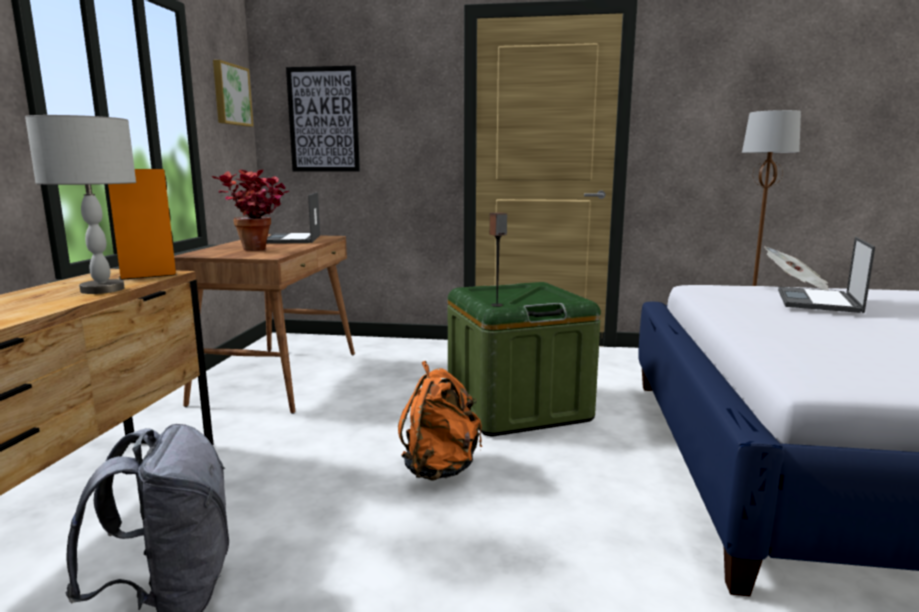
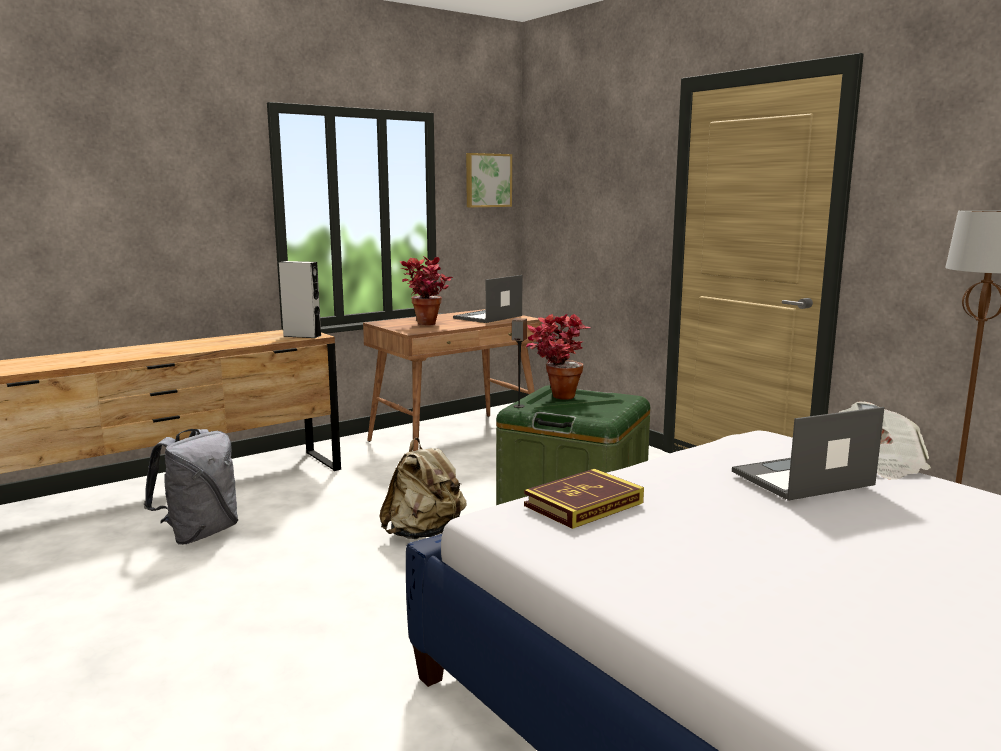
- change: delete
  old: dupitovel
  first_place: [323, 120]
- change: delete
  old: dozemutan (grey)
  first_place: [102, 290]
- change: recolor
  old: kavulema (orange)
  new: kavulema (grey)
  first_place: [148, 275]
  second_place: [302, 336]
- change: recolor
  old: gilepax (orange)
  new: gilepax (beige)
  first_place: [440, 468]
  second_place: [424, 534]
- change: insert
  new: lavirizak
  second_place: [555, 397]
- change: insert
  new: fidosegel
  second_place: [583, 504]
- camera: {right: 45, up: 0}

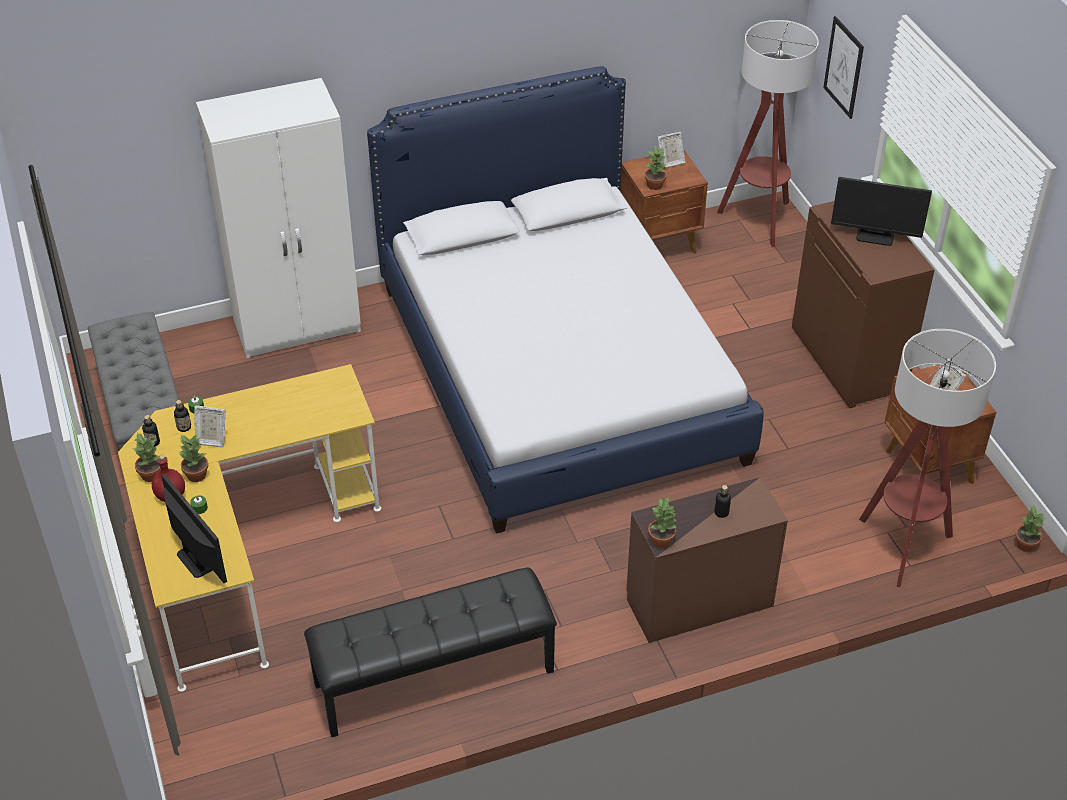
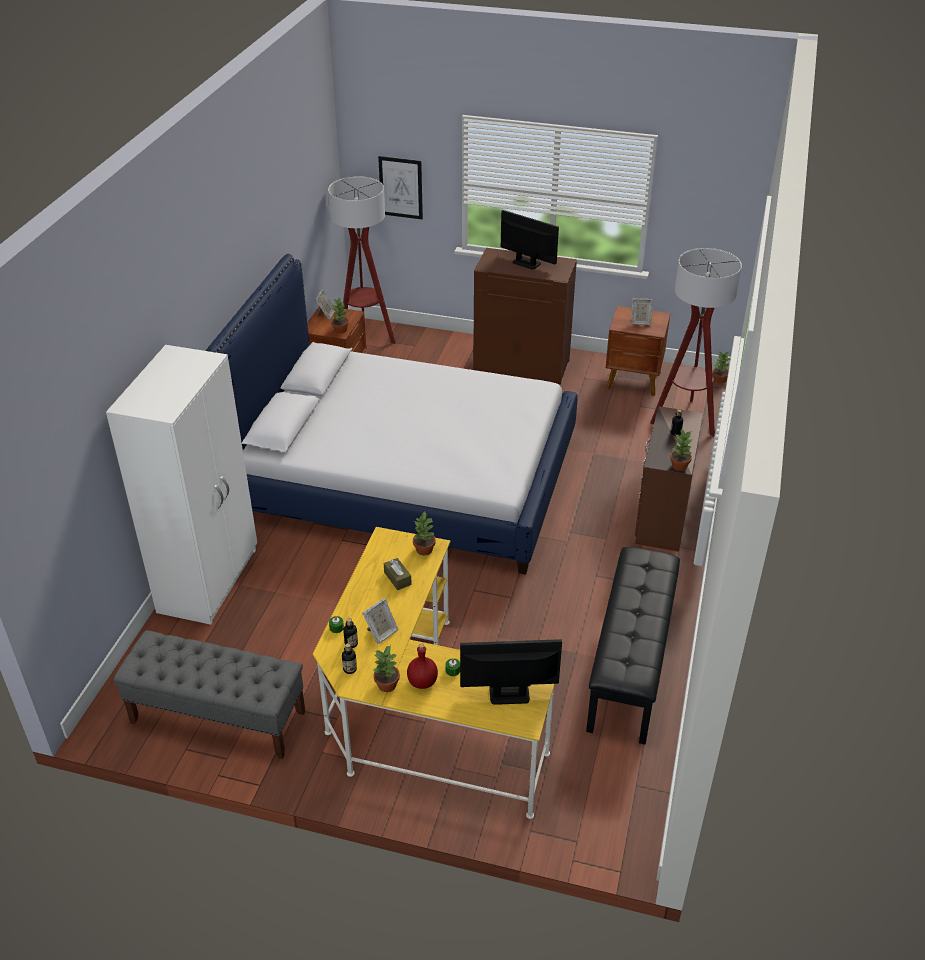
- change: rotate
  old: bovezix
  first_place: [875, 236]
  second_place: [526, 263]
  degrees: -105
- change: move
  old: lavirizak
  first_place: [196, 475]
  second_place: [424, 550]
- change: insert
  new: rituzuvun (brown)
  second_place: [397, 578]
- camera: {right: -55, up: -5}

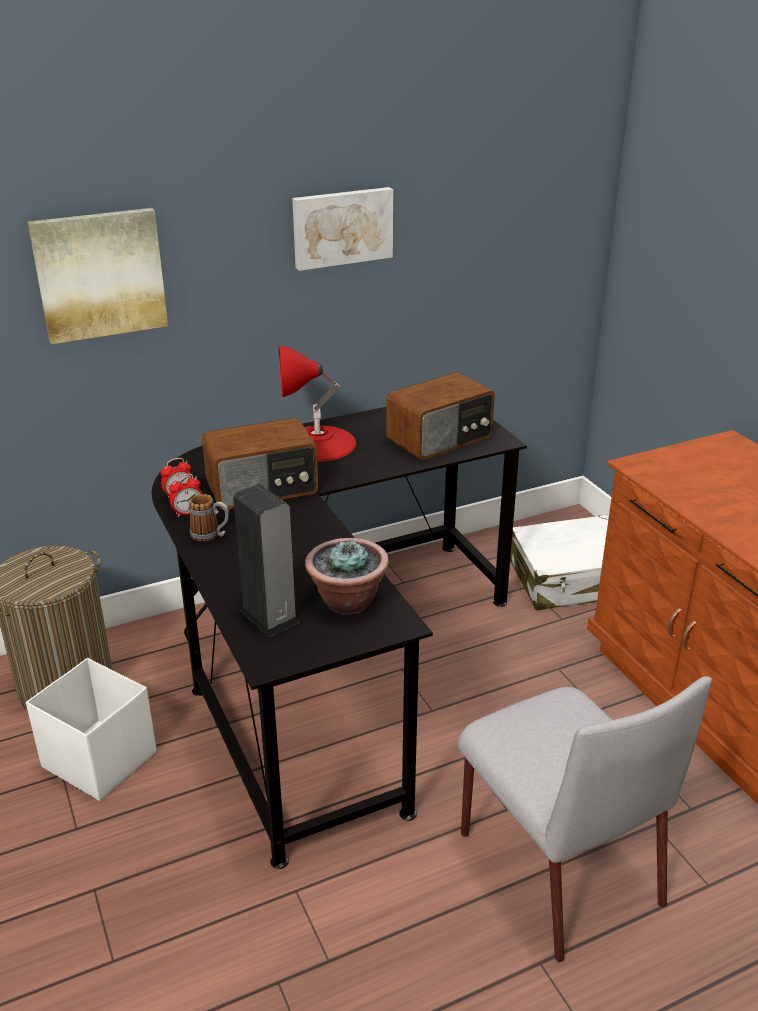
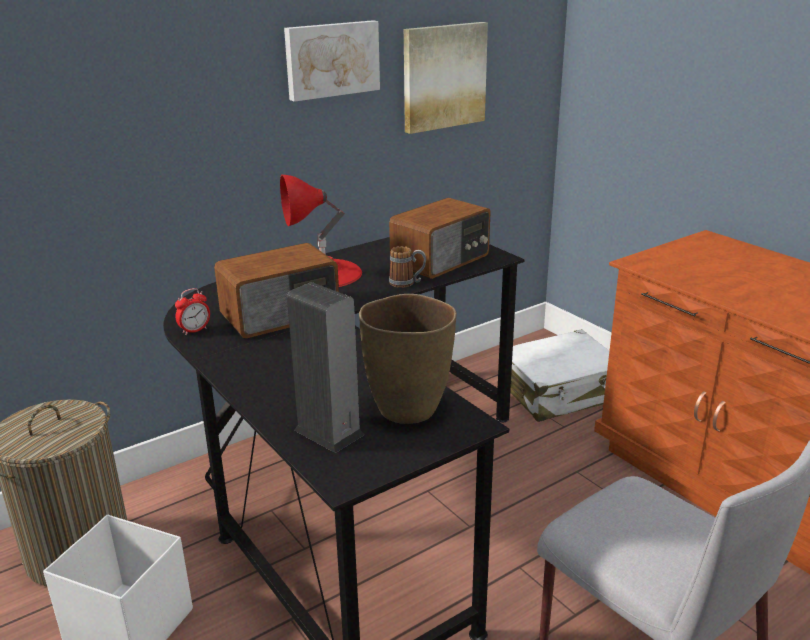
- change: move
  old: dupitovel
  first_place: [100, 274]
  second_place: [443, 76]
- change: delete
  old: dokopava
  first_place: [188, 512]
- change: move
  old: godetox
  first_place: [211, 535]
  second_place: [407, 283]
- change: replace
  old: lavirizak
  new: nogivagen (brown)
  first_place: [347, 601]
  second_place: [407, 409]
- camera: {right: -10, up: -5}

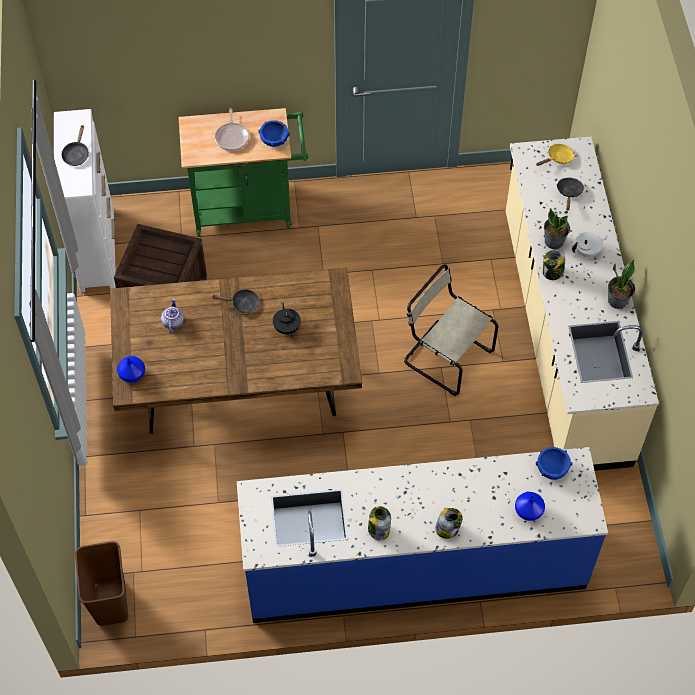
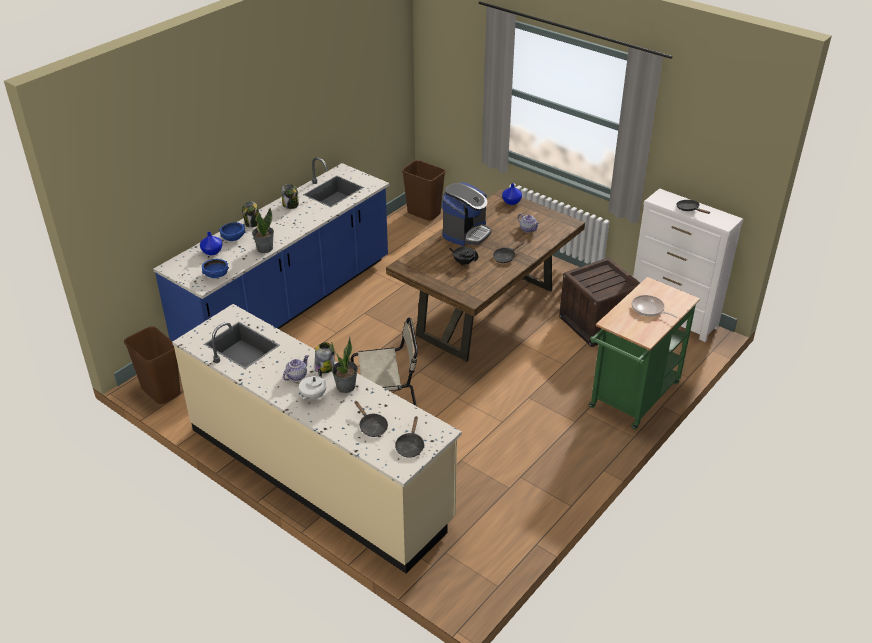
- change: move
  old: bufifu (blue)
  first_place: [274, 139]
  second_place: [233, 238]
- change: recolor
  old: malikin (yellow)
  new: malikin (black)
  first_place: [558, 158]
  second_place: [410, 446]
- change: move
  old: lavirizak
  first_place: [617, 301]
  second_place: [264, 248]
- change: insert
  new: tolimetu
  second_place: [466, 233]
- change: insert
  new: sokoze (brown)
  second_place: [162, 391]
- change: insert
  new: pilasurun
  second_place: [296, 375]
- camera: {right: 135, up: -20}

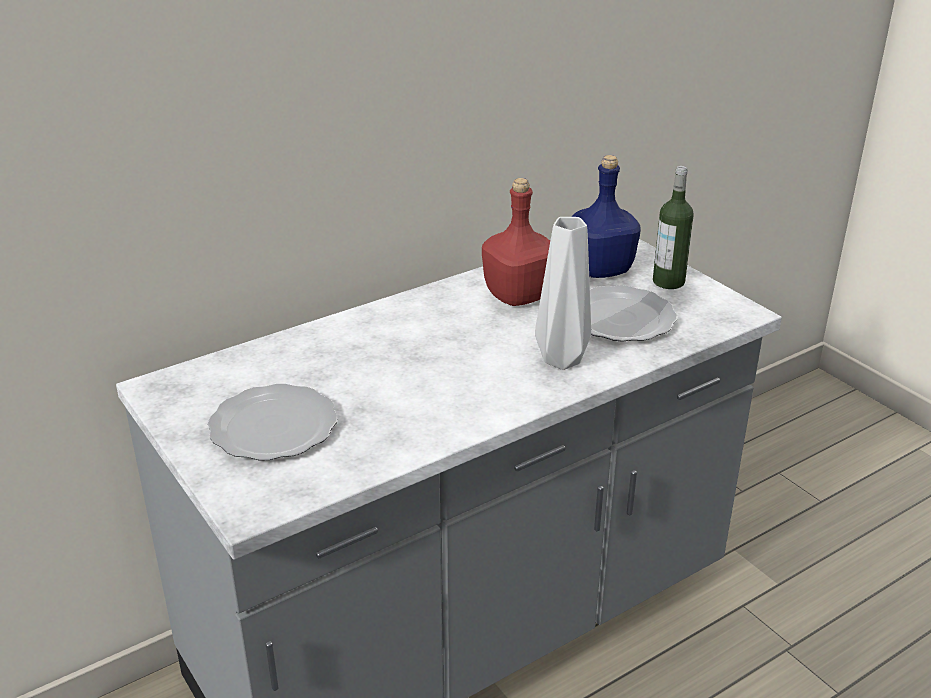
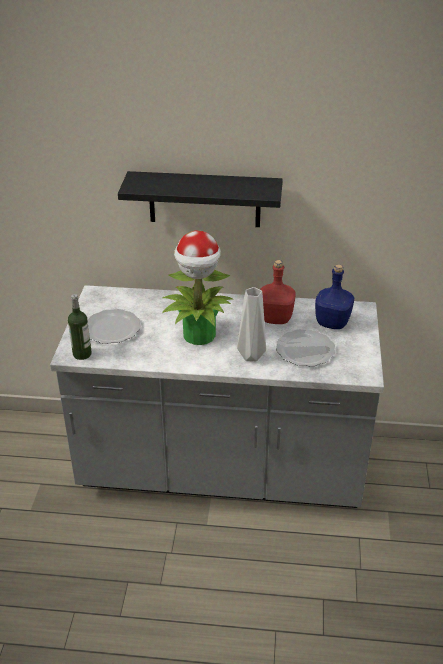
- change: move
  old: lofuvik
  first_place: [668, 282]
  second_place: [82, 354]
- change: insert
  new: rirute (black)
  second_place: [204, 199]
- change: insert
  new: lavirizak
  second_place: [199, 335]
- camera: {right: 40, up: 5}

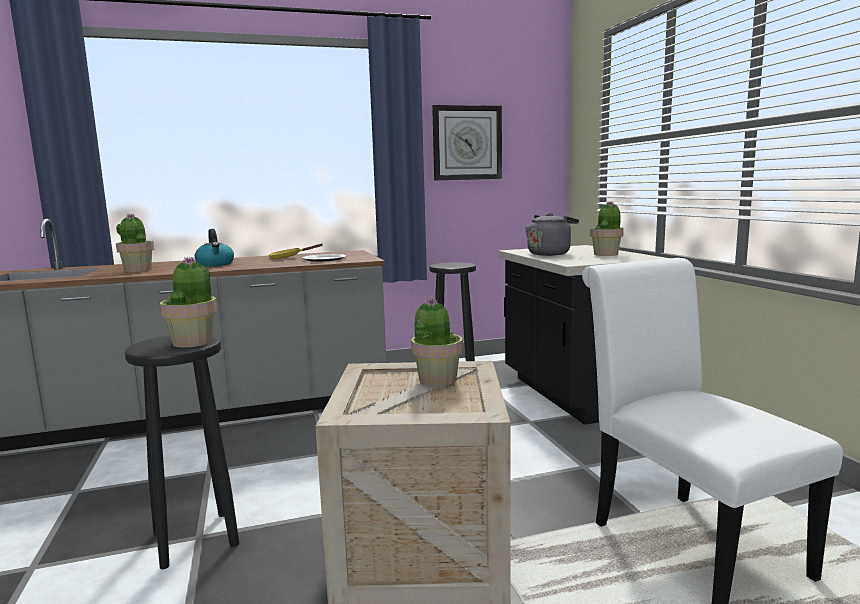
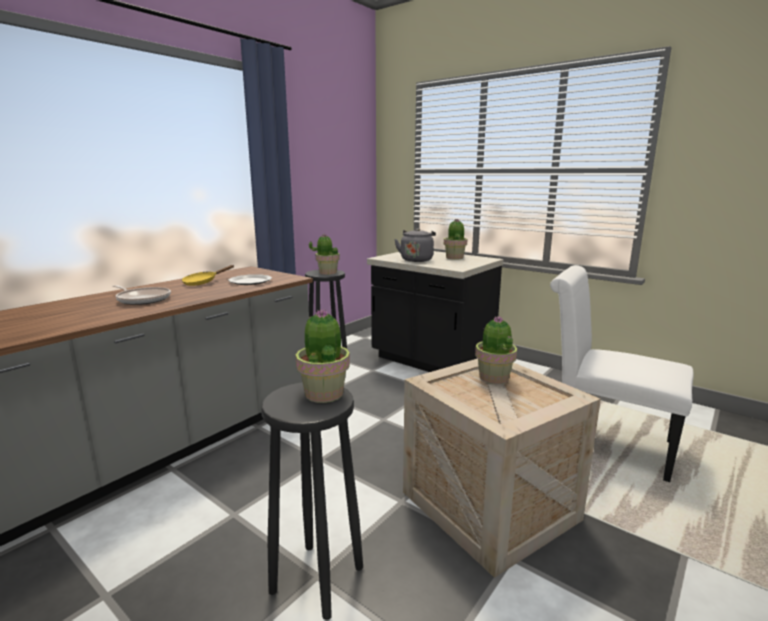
- change: delete
  old: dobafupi
  first_place: [467, 143]
- change: move
  old: lavirizak
  first_place: [138, 270]
  second_place: [327, 272]
- change: replace
  old: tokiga
  new: malikin
  first_place: [215, 264]
  second_place: [142, 299]
- camera: {right: -35, up: 5}

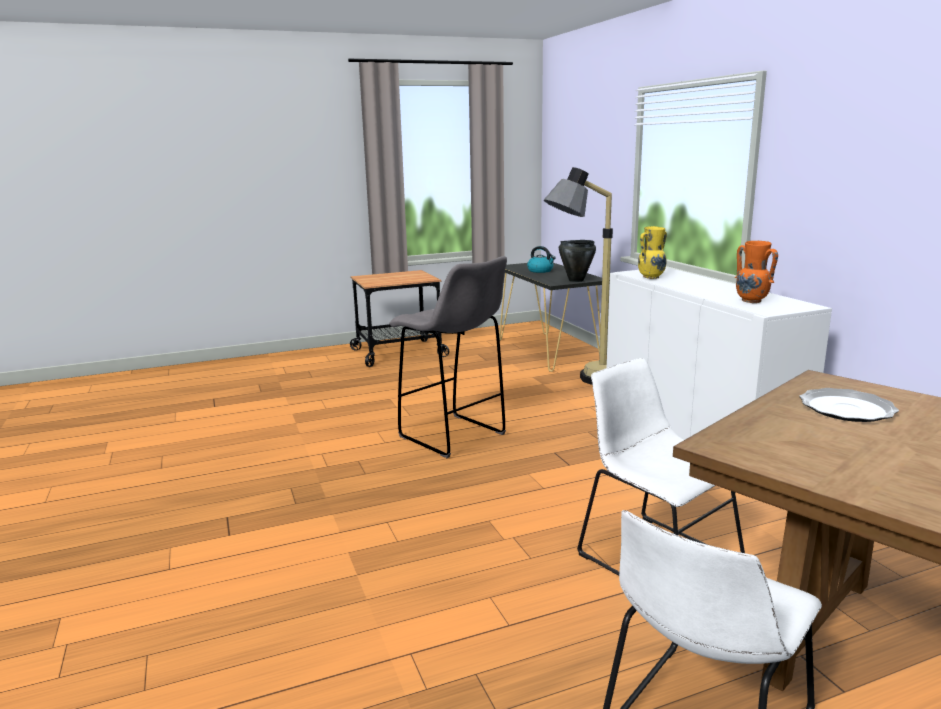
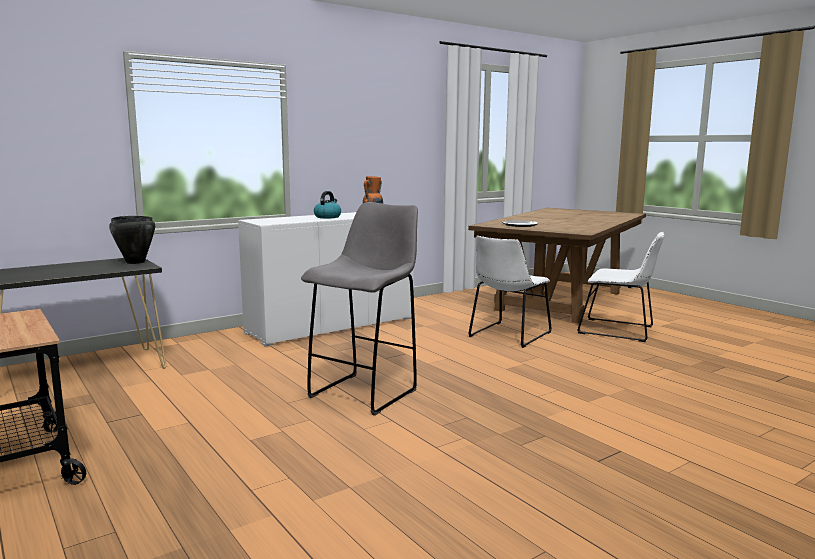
- change: delete
  old: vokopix
  first_place: [584, 381]
- change: delete
  old: nogivagen (yellow)
  first_place: [651, 277]
- change: move
  old: tokiga
  first_place: [540, 271]
  second_place: [327, 217]
- camera: {right: -105, up: -5}

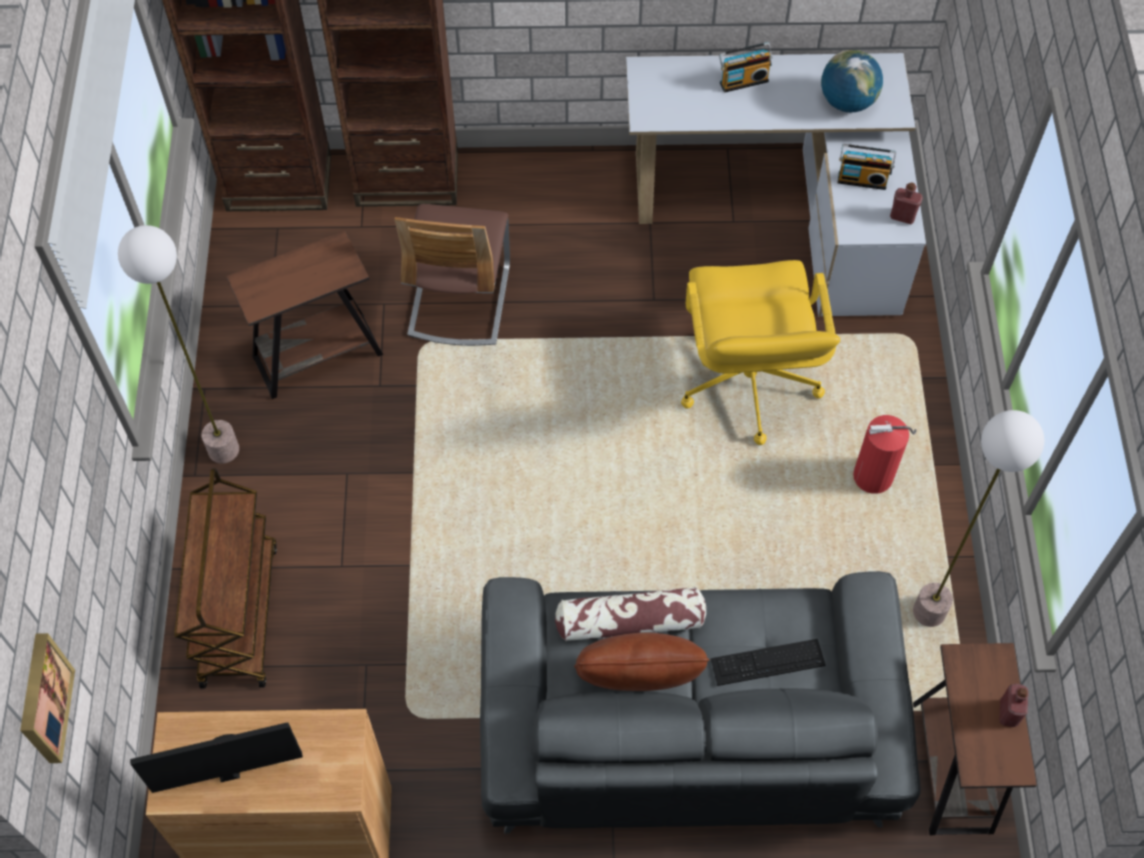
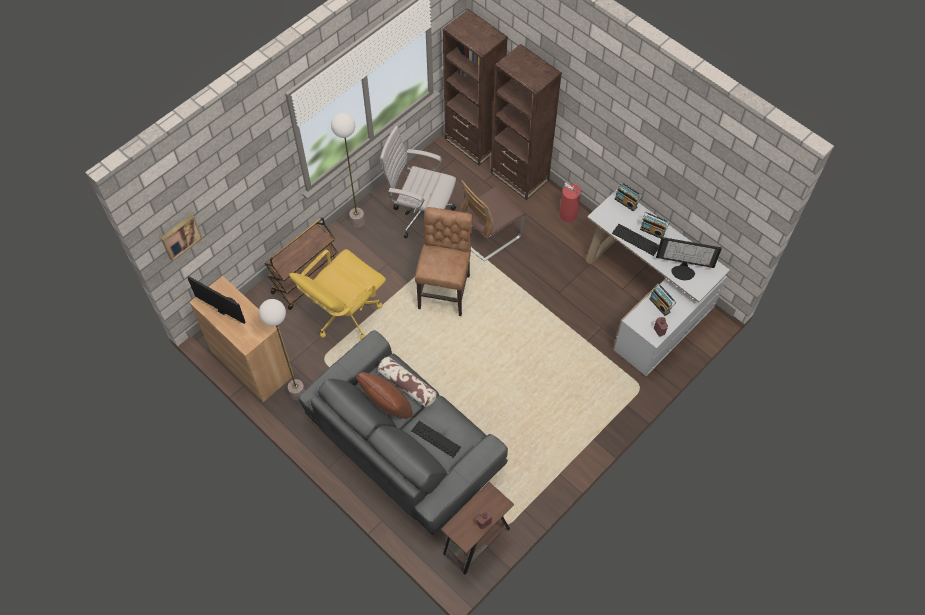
- change: replace
  old: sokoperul
  new: bovezix
  first_place: [847, 102]
  second_place: [683, 270]
- change: replace
  old: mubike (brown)
  new: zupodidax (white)
  first_place: [317, 356]
  second_place: [421, 215]
- change: move
  old: zupodidax (yellow)
  first_place: [747, 384]
  second_place: [344, 313]
- change: move
  old: vokopix
  first_place: [929, 612]
  second_place: [297, 393]
- change: move
  old: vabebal
  first_place: [875, 476]
  second_place: [569, 215]
- change: insert
  new: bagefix
  second_place: [626, 202]
- change: insert
  new: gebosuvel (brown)
  second_place: [445, 289]
- change: insert
  new: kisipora
  second_place: [635, 239]
- camera: {right: 45, up: 0}

